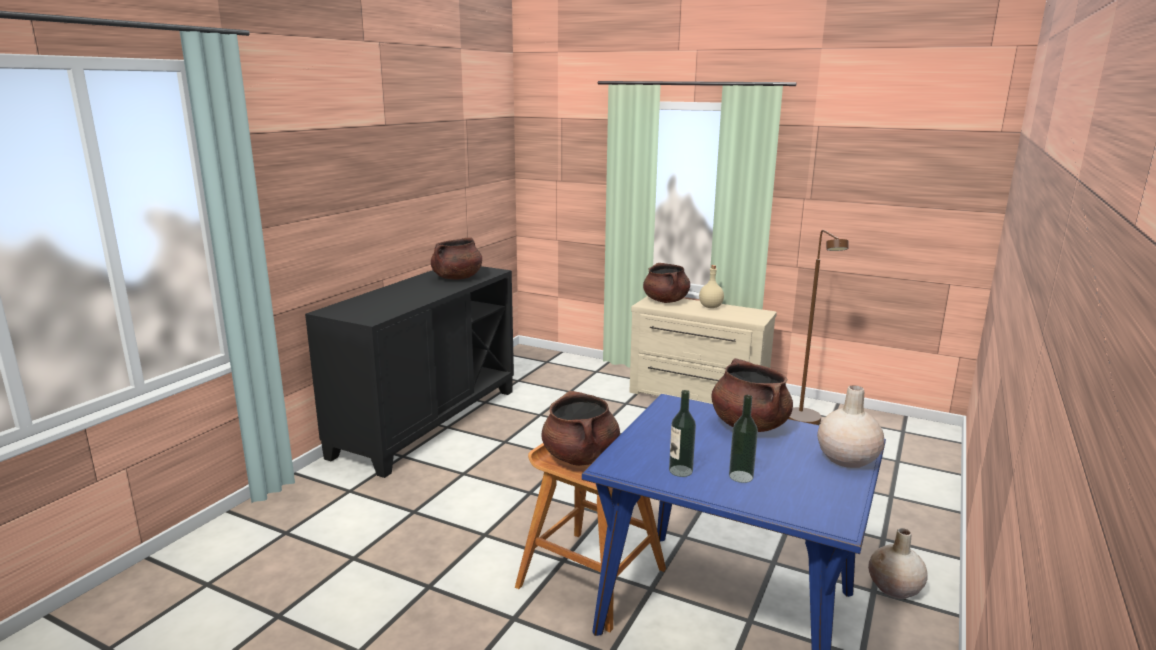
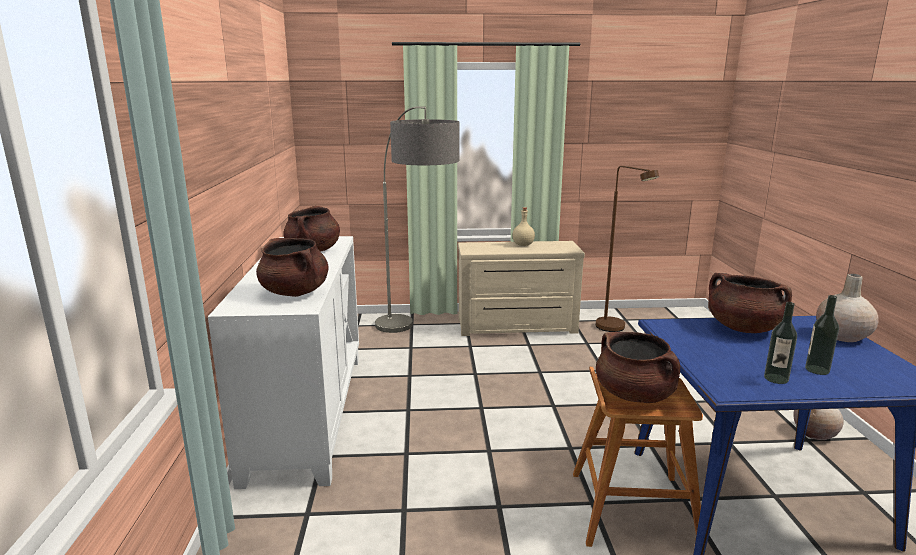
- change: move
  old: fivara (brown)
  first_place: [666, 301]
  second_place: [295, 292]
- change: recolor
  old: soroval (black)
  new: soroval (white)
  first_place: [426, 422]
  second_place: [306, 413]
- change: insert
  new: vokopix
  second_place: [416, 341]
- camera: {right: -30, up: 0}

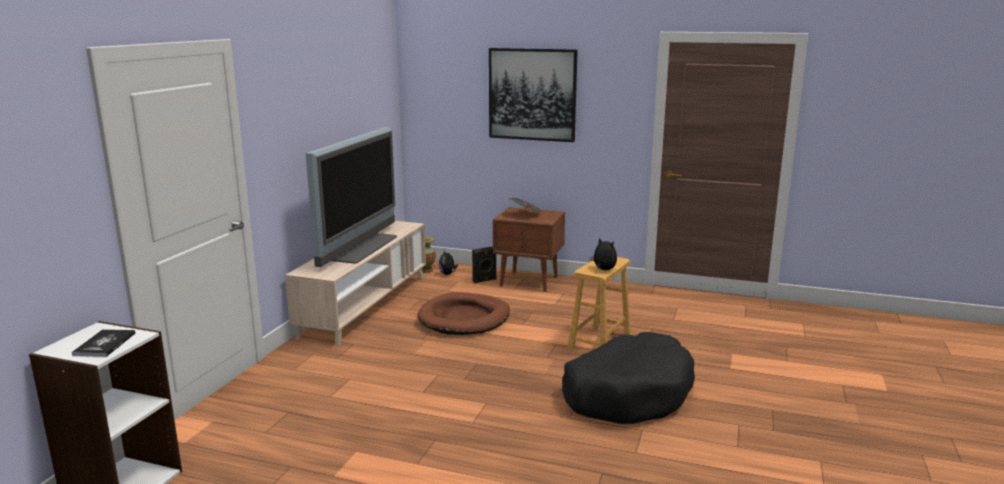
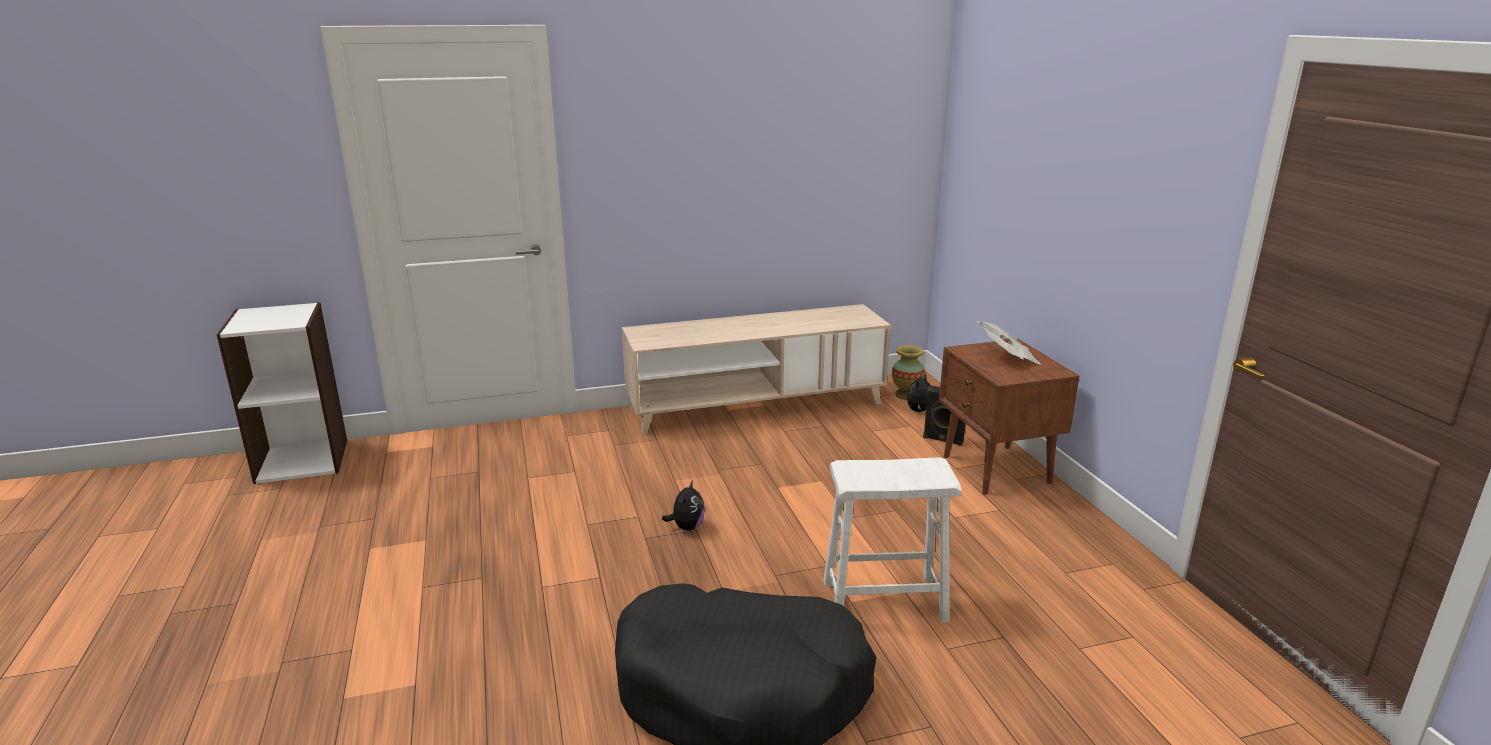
- change: delete
  old: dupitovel
  first_place: [532, 94]
- change: delete
  old: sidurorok
  first_place: [361, 247]
- change: move
  old: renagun
  first_place: [603, 270]
  second_place: [686, 527]
- change: recolor
  old: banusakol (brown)
  new: banusakol (white)
  first_place: [600, 341]
  second_place: [884, 601]
- change: delete
  old: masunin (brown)
  first_place: [464, 318]
- change: delete
  old: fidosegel
  first_place: [104, 344]
- camera: {right: 55, up: 5}

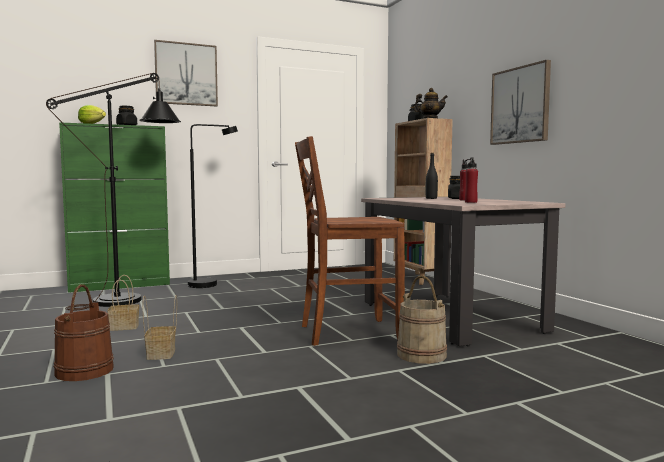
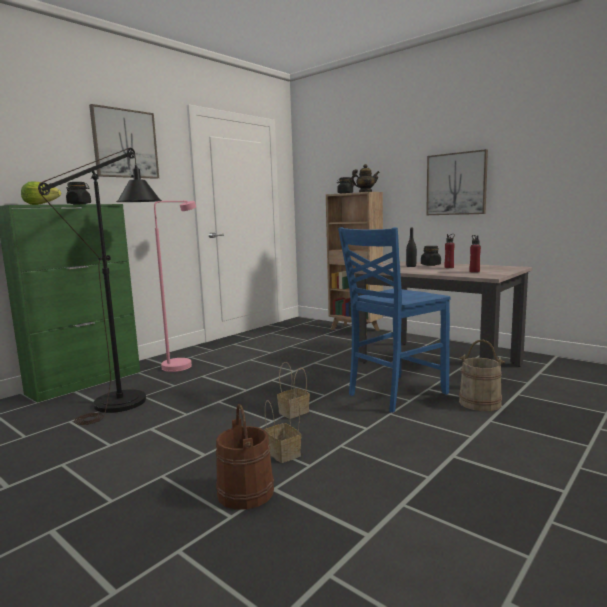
- change: recolor
  old: vokopix (black)
  new: vokopix (pink)
  first_place: [210, 284]
  second_place: [182, 364]
- change: recolor
  old: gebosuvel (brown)
  new: gebosuvel (blue)
  first_place: [347, 332]
  second_place: [394, 394]
- change: move
  old: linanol
  first_place: [123, 327]
  second_place: [293, 412]
- camera: {right: -25, up: 5}

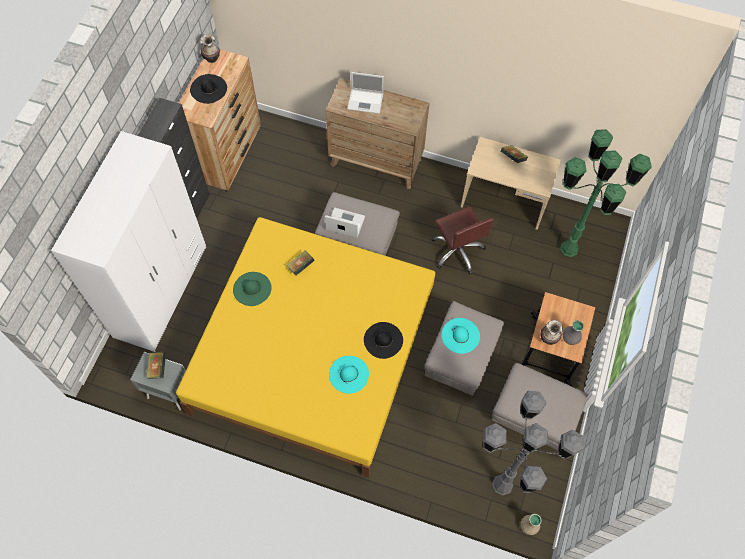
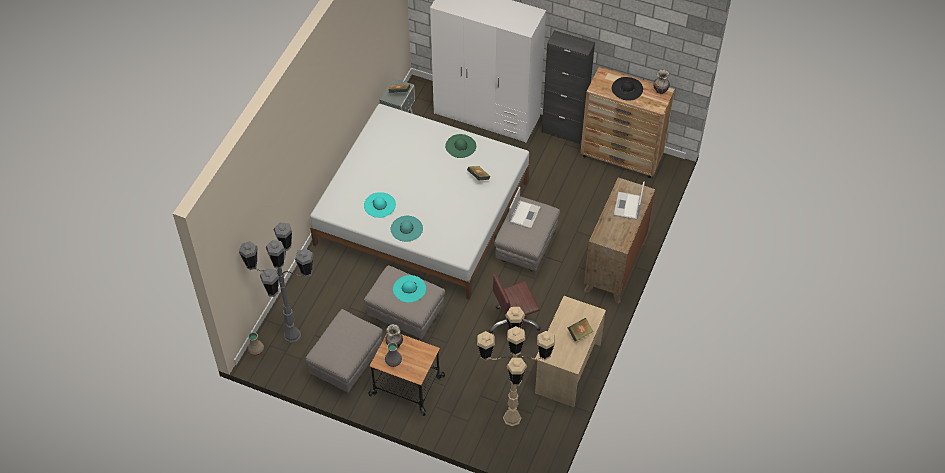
- change: recolor
  old: vokopix (green)
  new: vokopix (beige)
  first_place: [569, 249]
  second_place: [511, 418]
- change: recolor
  old: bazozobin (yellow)
  new: bazozobin (white)
  first_place: [313, 352]
  second_place: [423, 213]
- change: recolor
  old: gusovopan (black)
  new: gusovopan (turquoise)
  first_place: [383, 340]
  second_place: [406, 228]
- camera: {right: 95, up: -10}

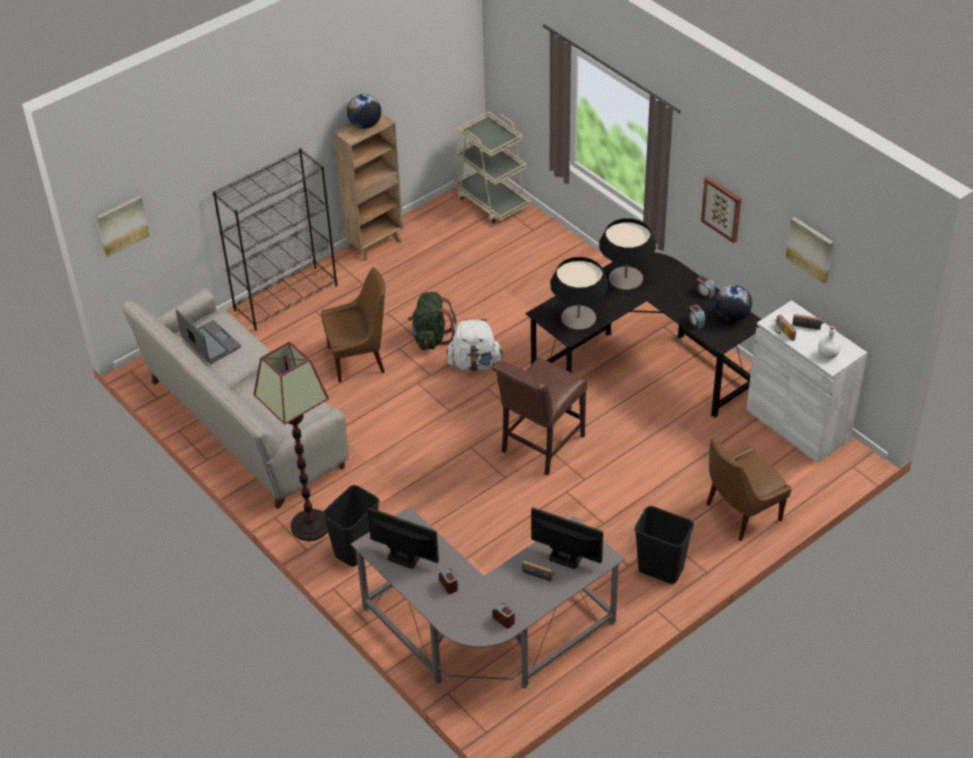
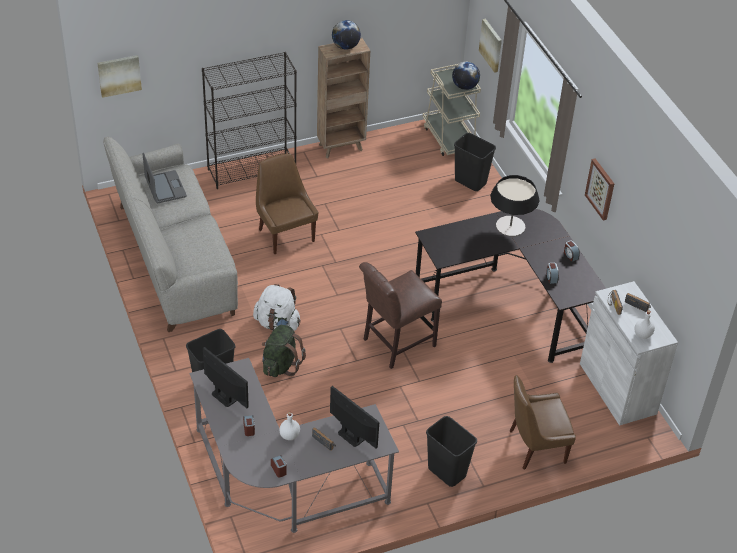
- change: move
  old: dupitovel
  first_place: [810, 249]
  second_place: [491, 45]
- change: delete
  old: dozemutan
  first_place: [578, 318]
- change: rotate
  old: gebosuvel (brown)
  first_place: [359, 359]
  second_place: [285, 234]
  degrees: -120
- change: move
  old: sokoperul
  first_place: [731, 316]
  second_place: [464, 86]
- change: move
  old: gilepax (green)
  first_place: [431, 337]
  second_place: [281, 365]
- change: move
  old: gilepax (white)
  first_place: [475, 363]
  second_place: [277, 324]
- change: delete
  old: vokopix
  first_place: [310, 525]
- change: insert
  new: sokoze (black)
  second_place: [470, 182]
- change: insert
  new: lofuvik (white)
  second_place: [289, 436]
- camera: {right: 15, up: 0}

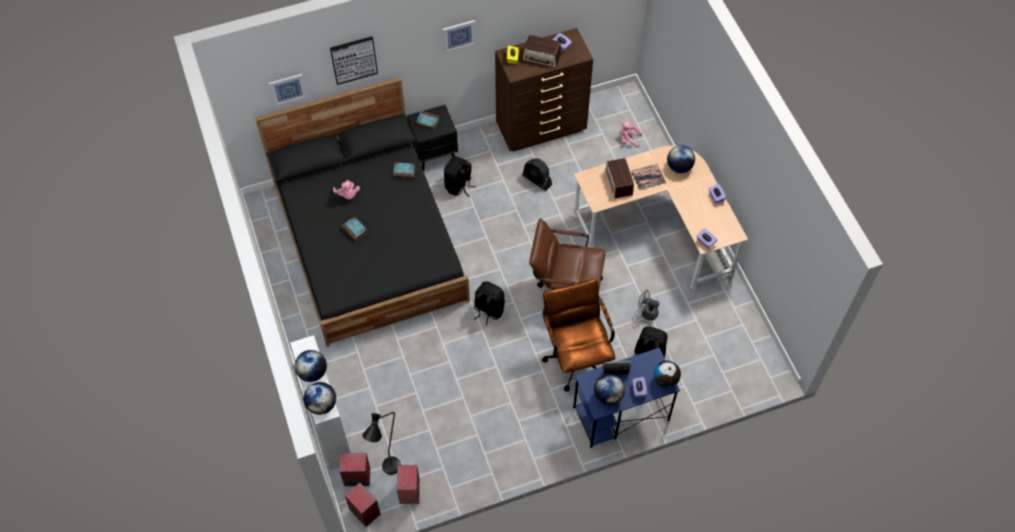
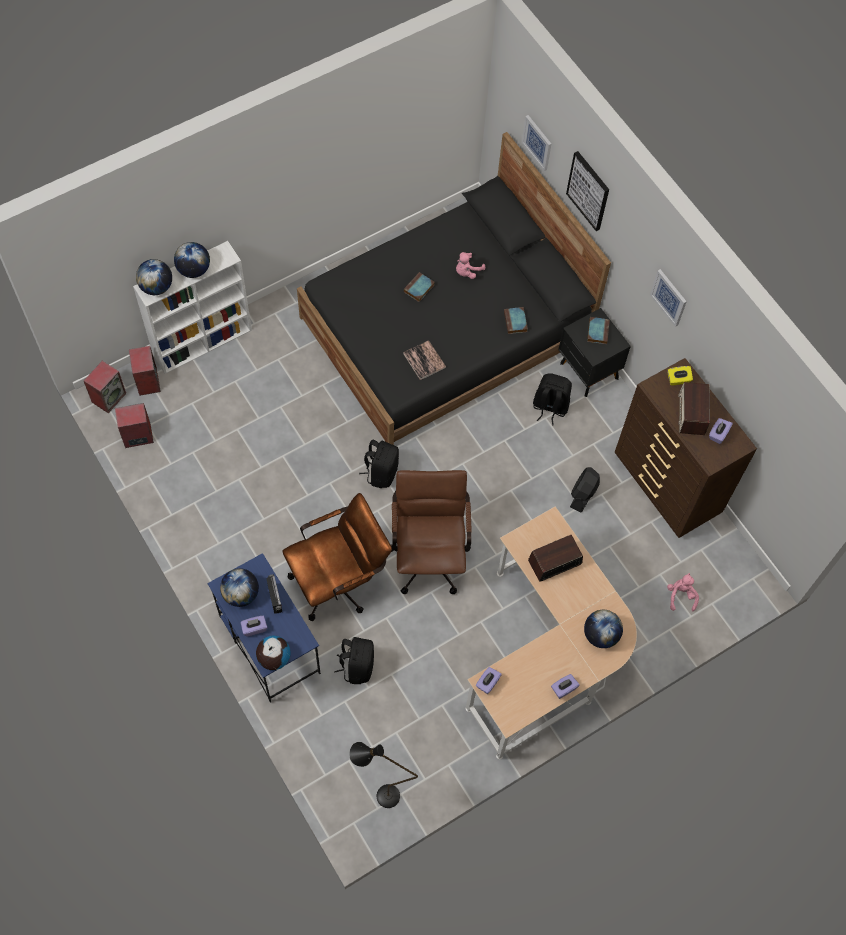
- change: move
  old: fidosegel
  first_place: [648, 177]
  second_place: [424, 360]
- change: delete
  old: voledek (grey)
  first_place: [646, 312]
- change: move
  old: vokopix (black)
  first_place: [389, 472]
  second_place: [379, 795]
- camera: {right: 75, up: 5}

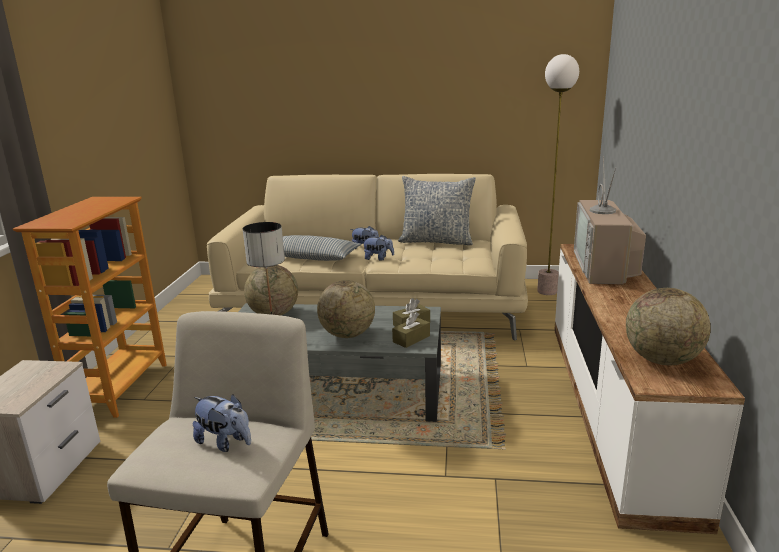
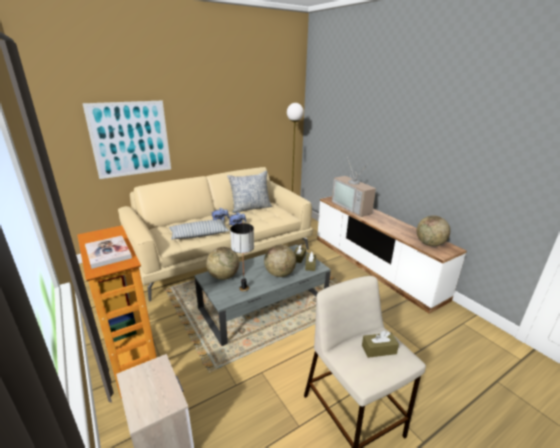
- change: replace
  old: renagun
  new: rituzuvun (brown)
  first_place: [225, 442]
  second_place: [379, 349]
- change: insert
  new: dupitovel
  second_place: [131, 139]
- change: insert
  new: fidosegel
  second_place: [108, 253]
- camera: {right: -40, up: 5}

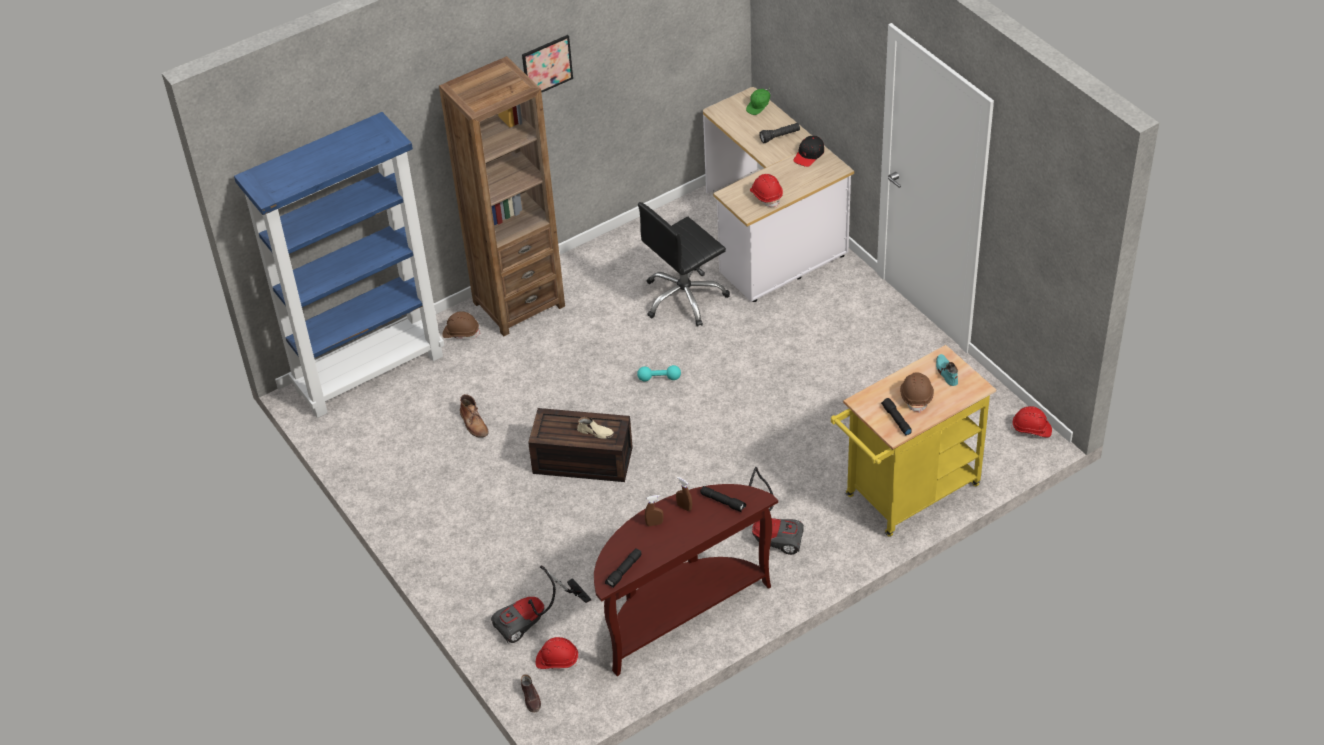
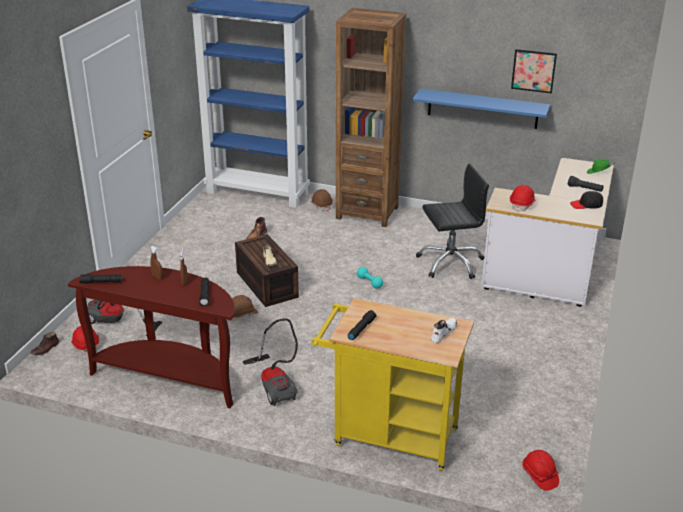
- change: move
  old: dupitovel
  first_place: [547, 66]
  second_place: [533, 71]
- change: rotate
  old: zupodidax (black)
  first_place: [684, 298]
  second_place: [450, 263]
  degrees: 150
- change: recolor
  old: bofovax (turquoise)
  new: bofovax (white)
  first_place: [946, 372]
  second_place: [443, 333]
- change: move
  old: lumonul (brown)
  first_place: [916, 396]
  second_place: [242, 315]
- change: insert
  new: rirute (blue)
  second_place: [482, 108]
- camera: {right: 50, up: -15}

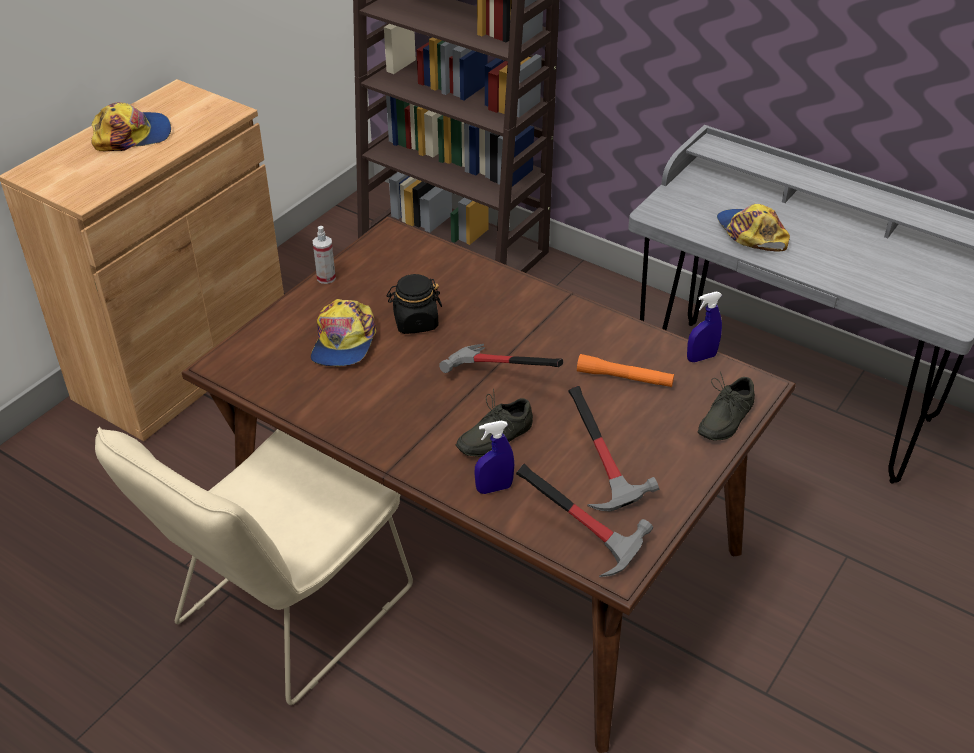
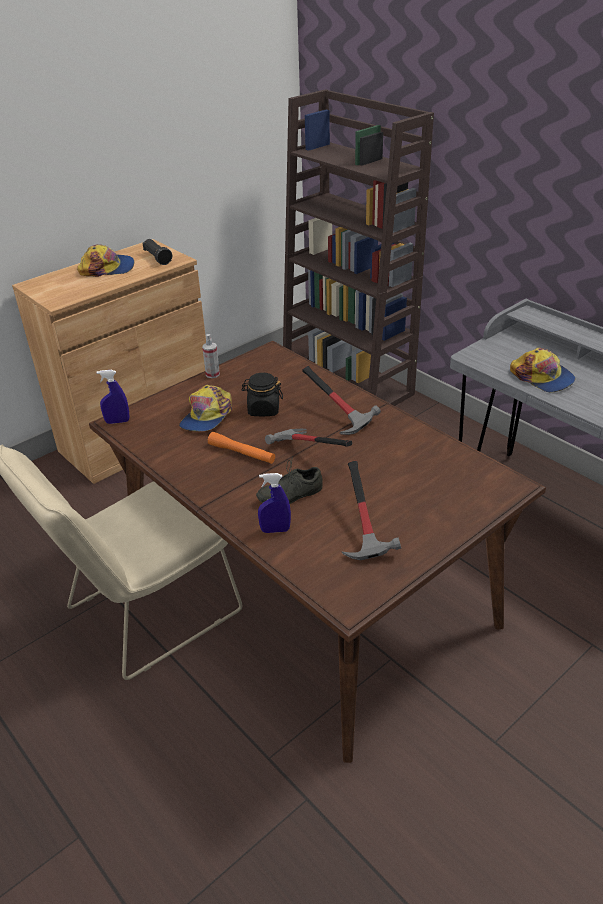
- change: rotate
  old: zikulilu
  first_place: [750, 234]
  second_place: [542, 377]
  degrees: 150
- change: move
  old: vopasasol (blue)
  first_place: [701, 357]
  second_place: [117, 421]
- change: move
  old: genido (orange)
  first_place: [624, 378]
  second_place: [242, 453]
- change: delete
  old: bofovax (grey)
  first_place: [722, 418]
- change: move
  old: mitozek
  first_place: [586, 534]
  second_place: [341, 414]
- change: insert
  new: genido (black)
  second_place: [157, 258]
- camera: {right: 15, up: -5}

